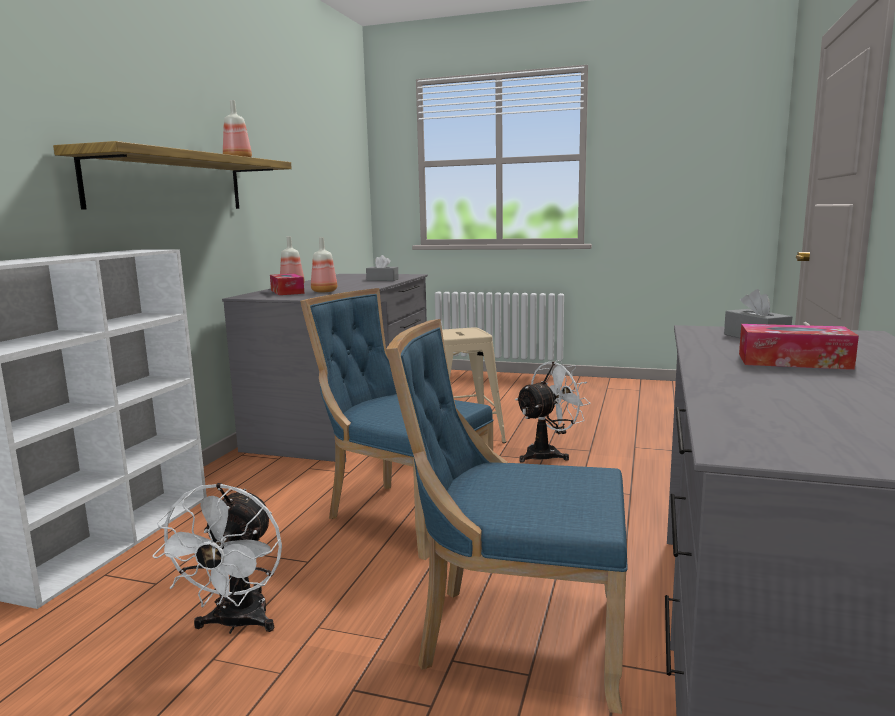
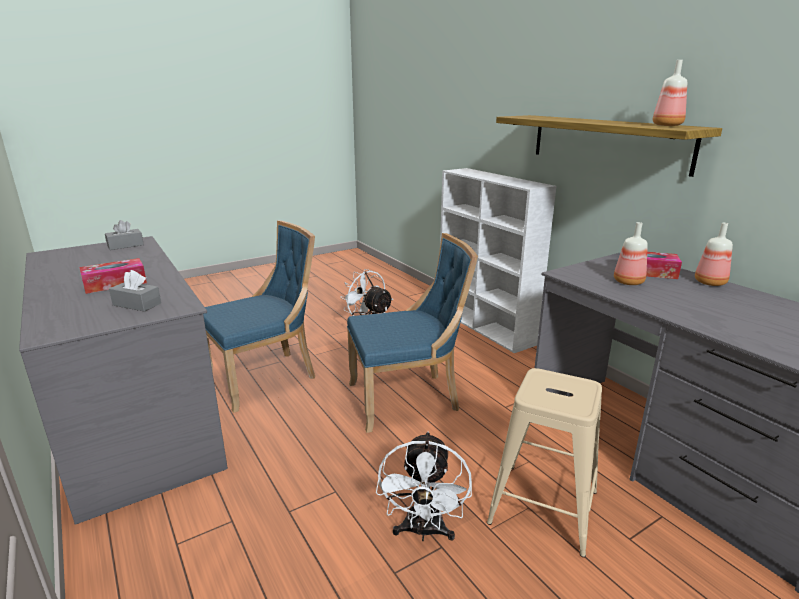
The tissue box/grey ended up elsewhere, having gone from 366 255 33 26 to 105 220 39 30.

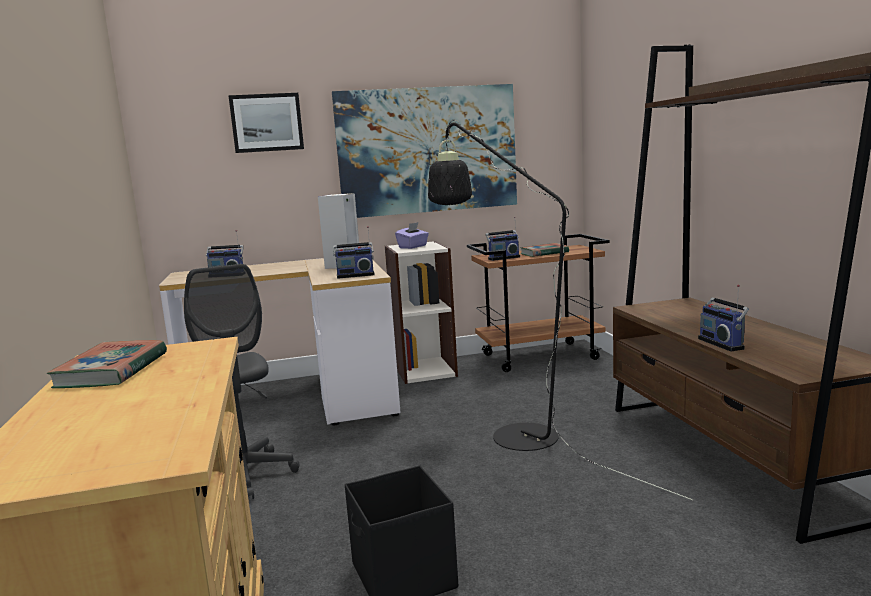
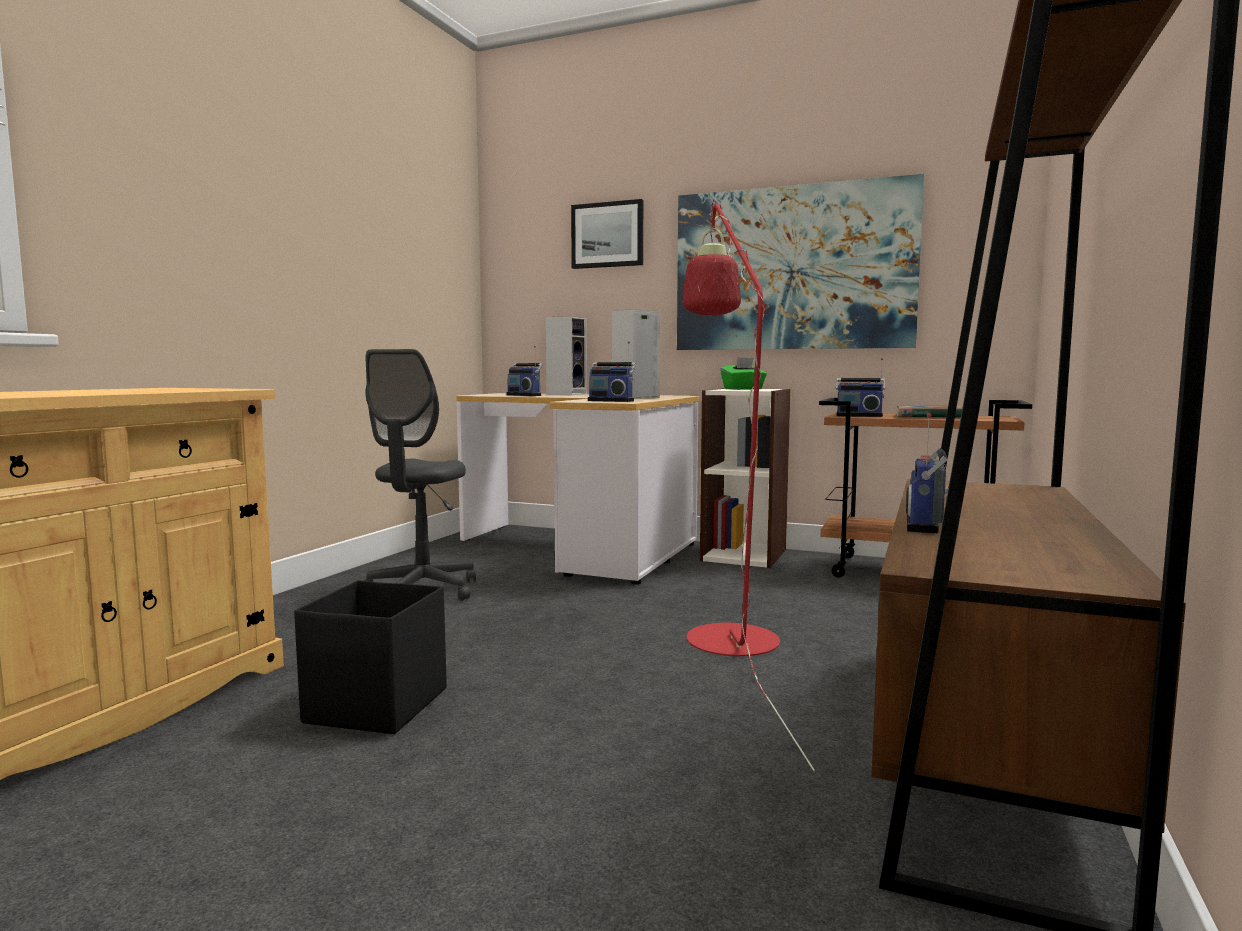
The second view lost the book at 47 340 120 48.
The second view gained the speaker at 546 316 41 79.
What was the tissue box/purple at 395 222 34 27 turned into the tissue box/green at 720 357 47 33.
What was the floor lamp/black at 428 120 265 380 turned into the floor lamp/red at 683 199 132 572.

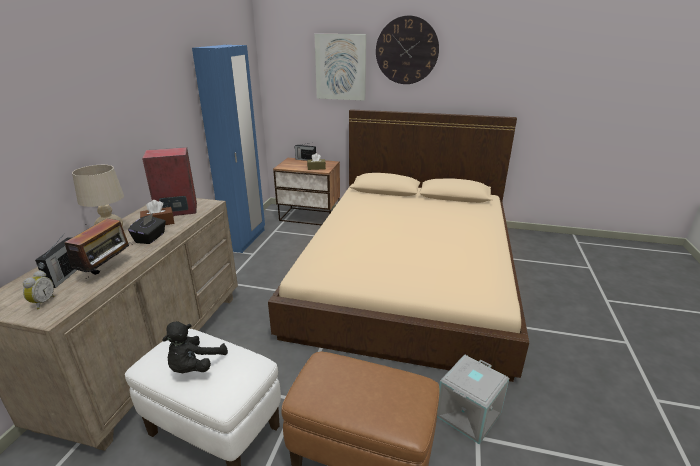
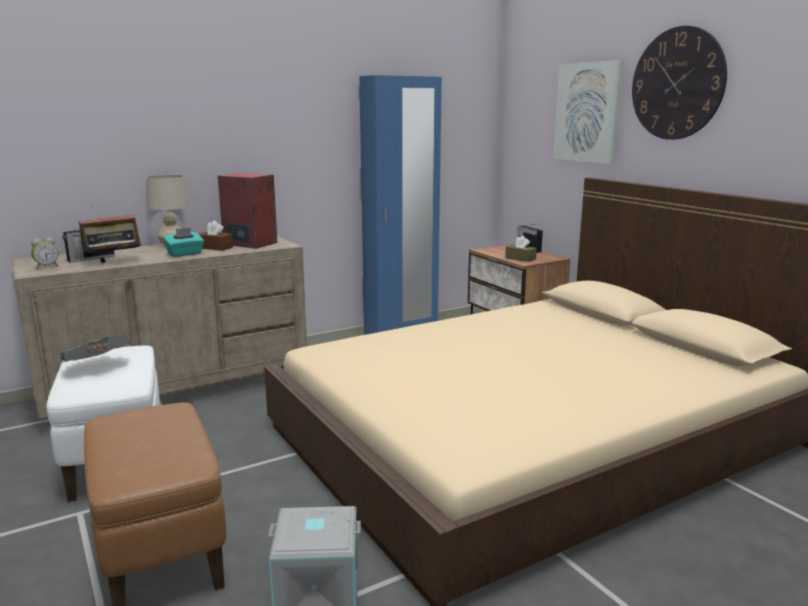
Where the plush toy/black stood at 162 321 66 52, the newspaper came to stand at 59 336 71 26.
What was the tissue box/black at 128 213 38 31 turned into the tissue box/turquoise at 163 228 41 29.

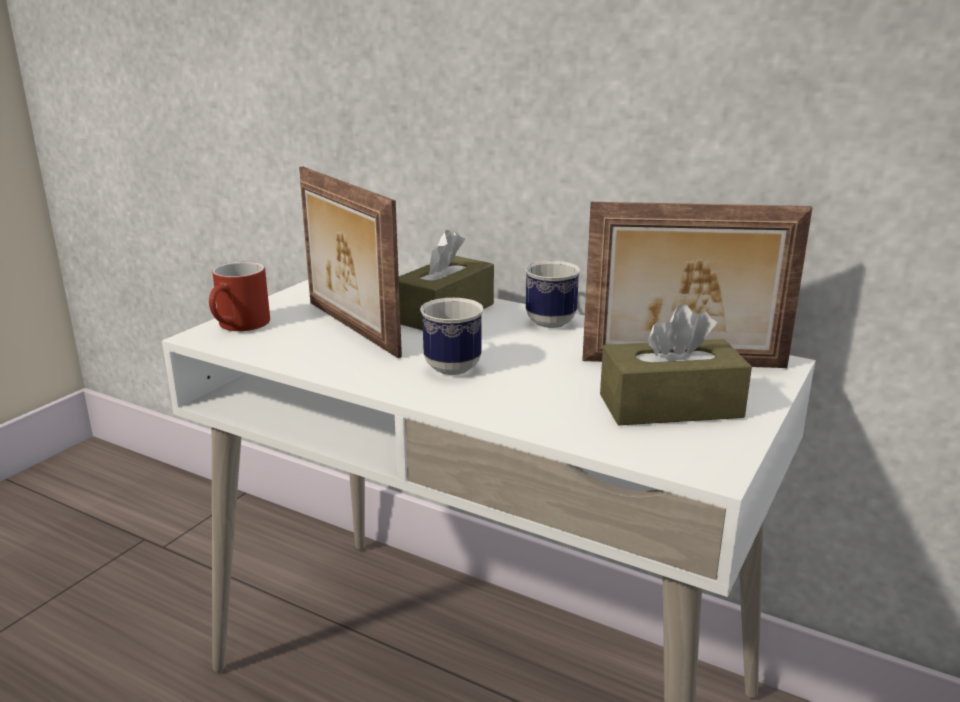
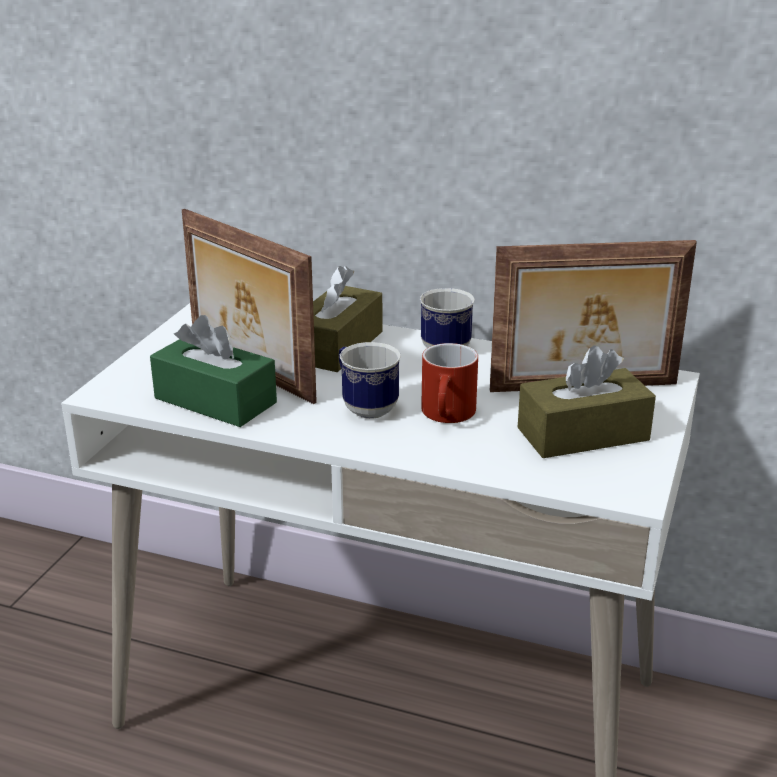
The second view gained the tissue box/green at 150 315 127 112.
The mug/red ended up elsewhere, having gone from 209 262 61 69 to 421 343 57 80.

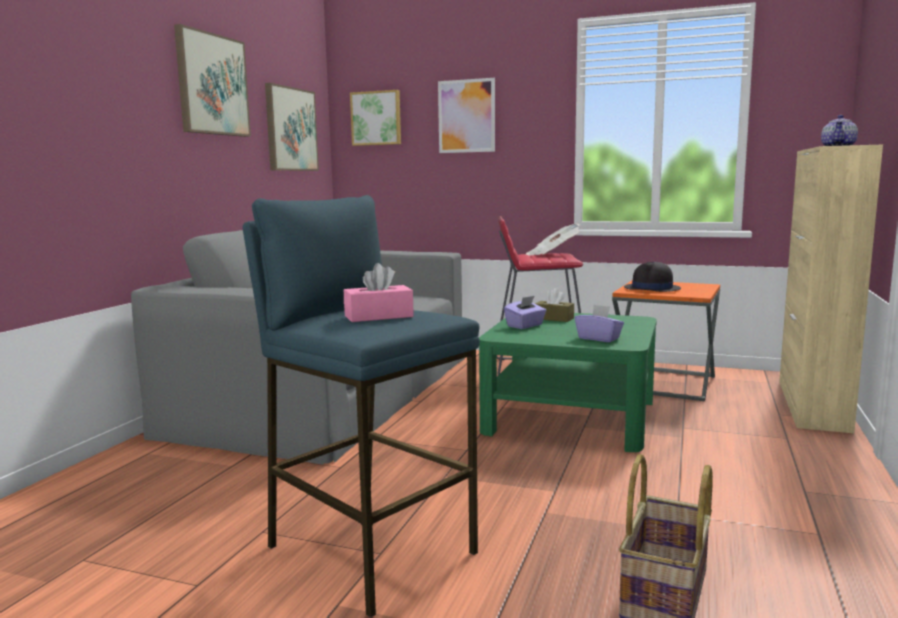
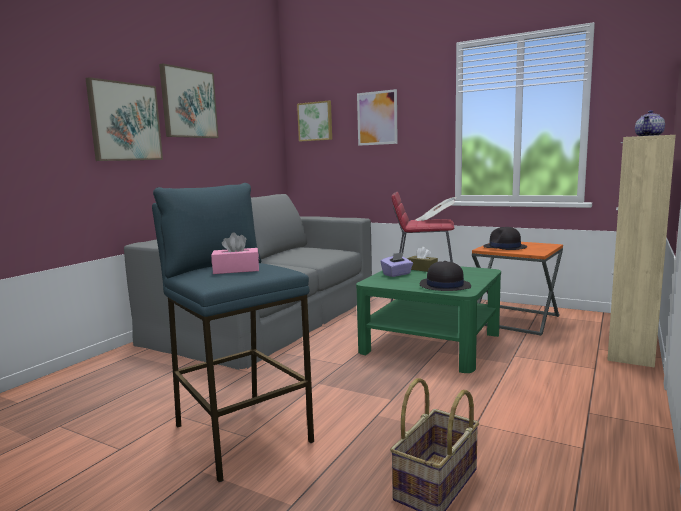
The picture ended up elsewhere, having gone from 265 83 54 88 to 85 77 78 84.
Where the tissue box/purple stood at 575 305 49 37, the hat/black came to stand at 420 261 51 30.

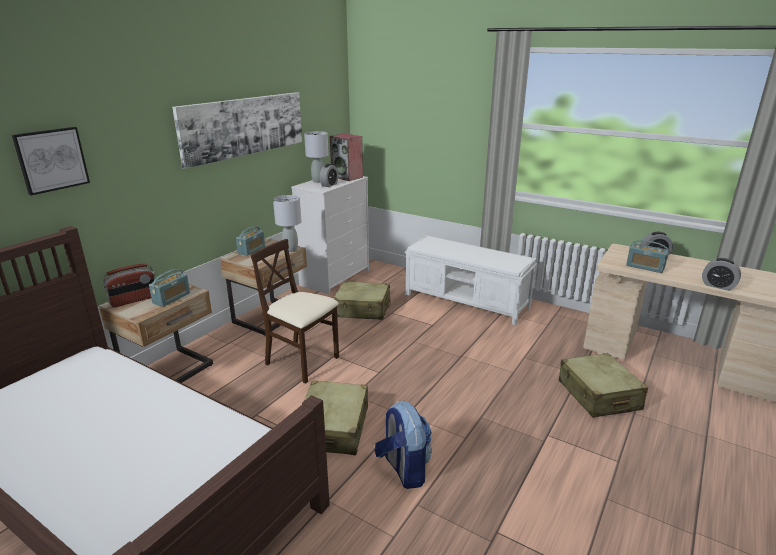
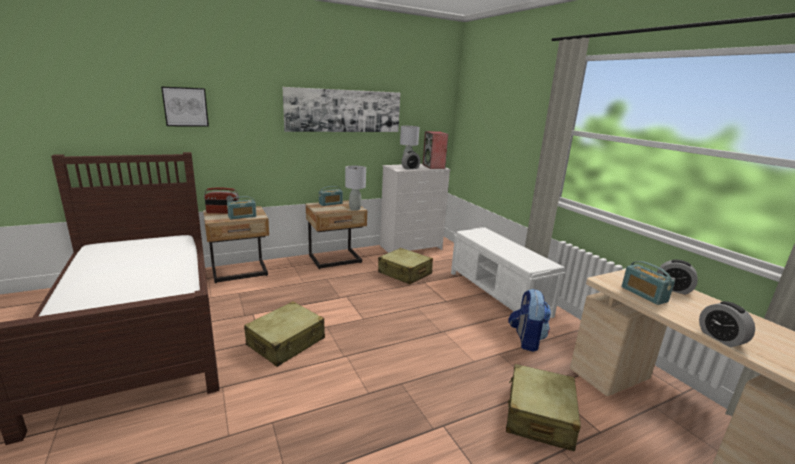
The second view lost the chair/beige at 250 239 89 145.
The backpack ended up elsewhere, having gone from 375 401 57 88 to 508 289 43 63.

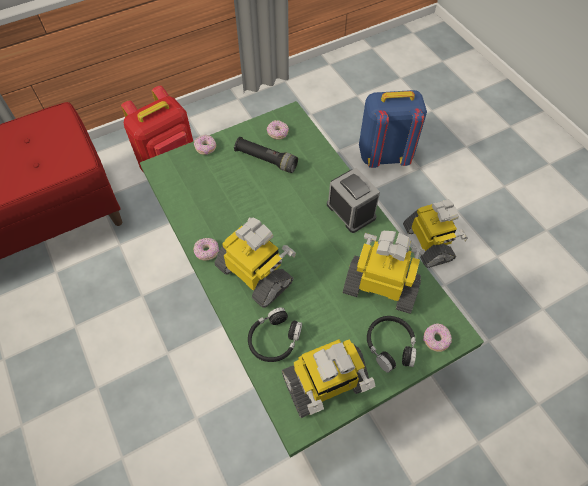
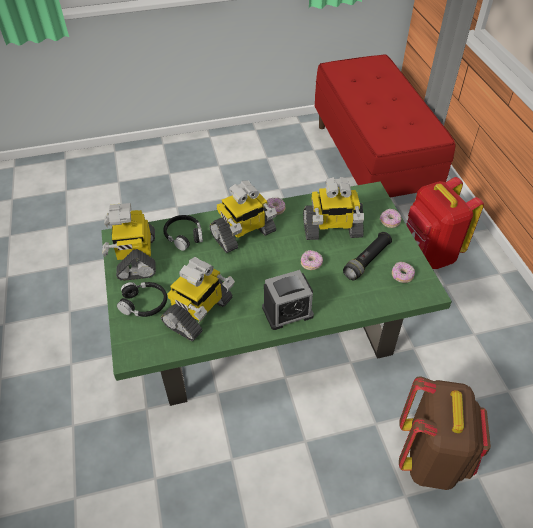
The toy robot ended up elsewhere, having gone from 403 199 65 69 to 303 177 61 63.
The donut ended up elsewhere, having gone from 423 323 29 29 to 301 250 22 20.
What was the backpack/blue at 359 90 68 78 turned into the backpack/brown at 399 376 92 114.

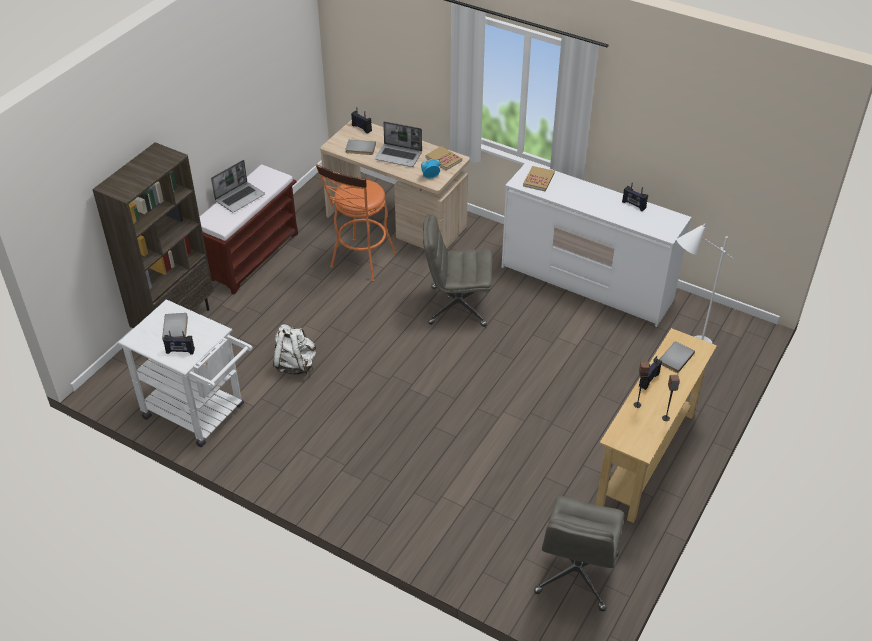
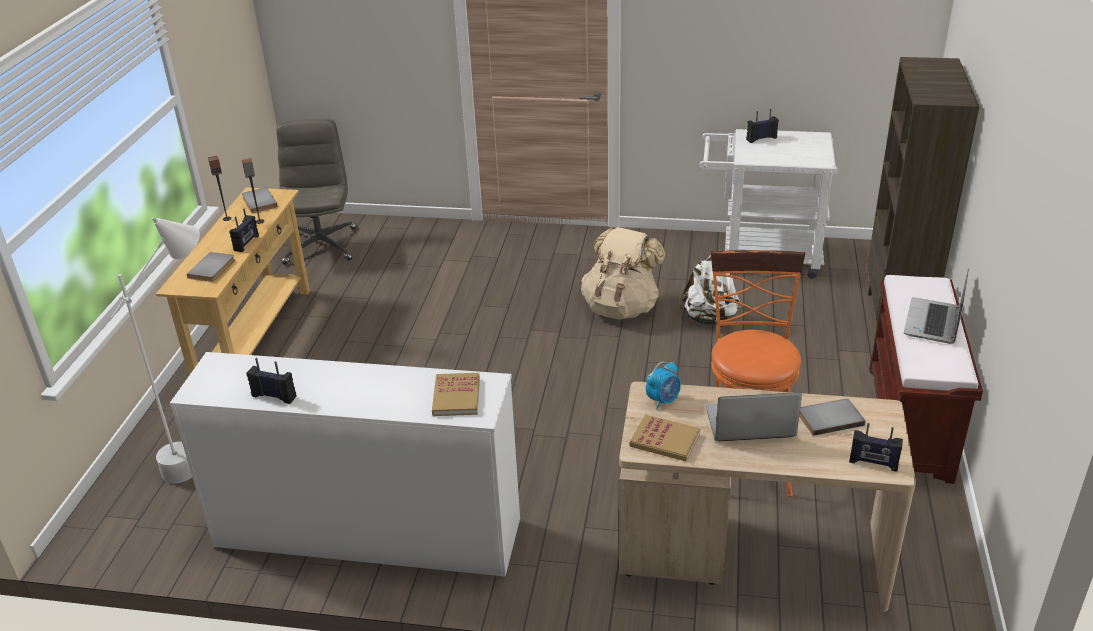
The second view lost the office chair/grey at 423 214 70 113.
The second view gained the backpack/beige at 581 227 84 93.
The book/grey ended up elsewhere, having gone from 162 313 26 26 to 242 187 36 26.

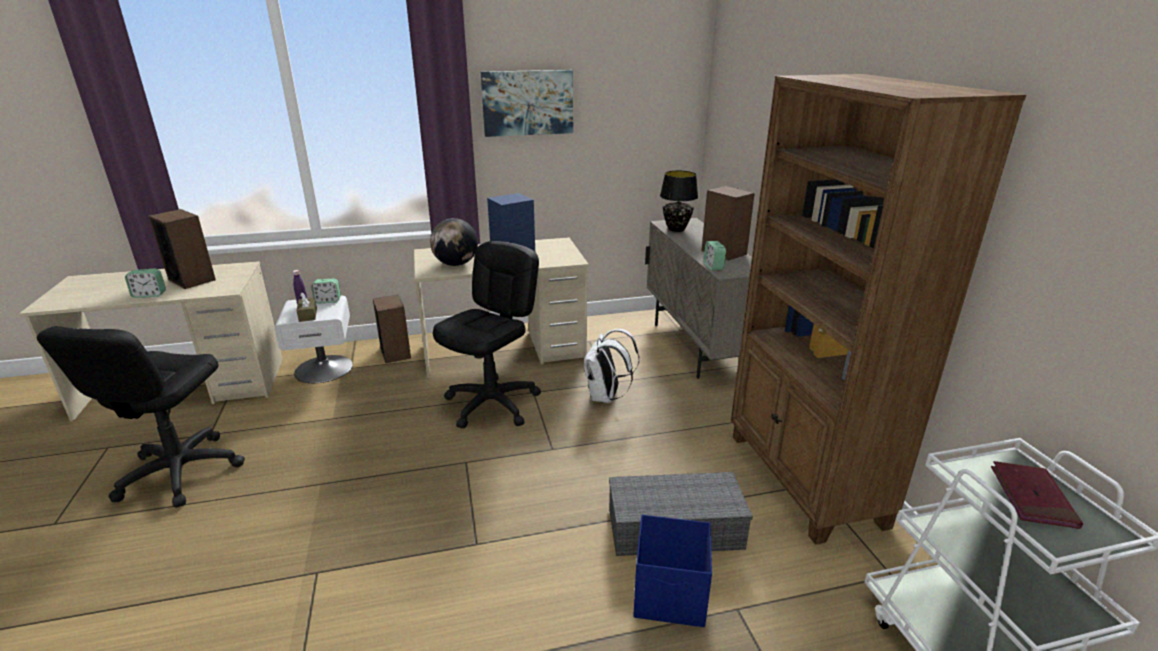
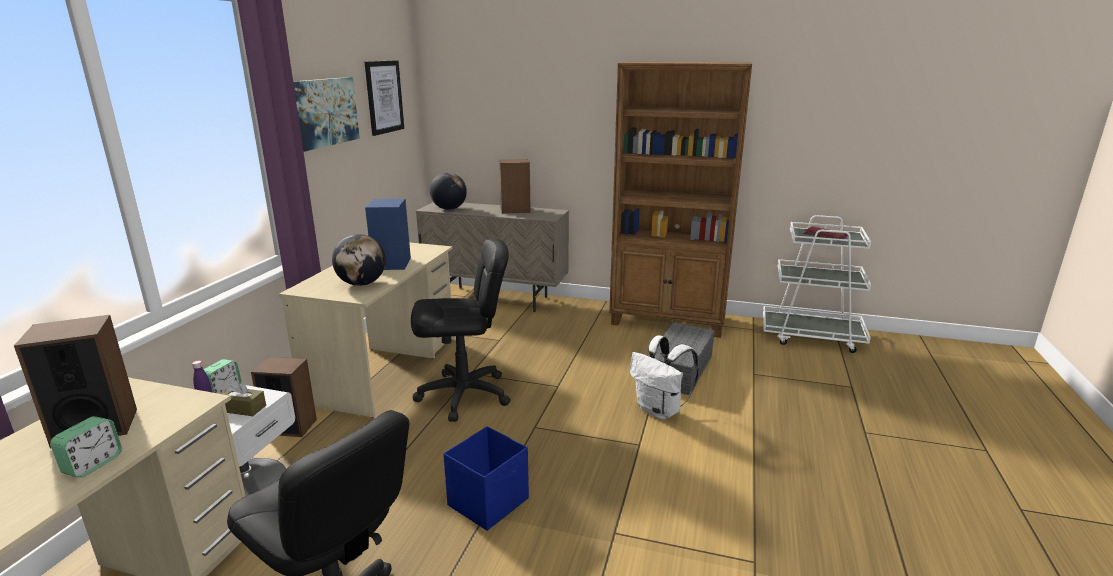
The second view lost the alarm clock at 703 241 23 30.
The second view gained the picture at 365 60 39 76.
The backpack/white ended up elsewhere, having gone from 584 329 55 74 to 630 335 69 85.
The storage box/blue ended up elsewhere, having gone from 633 515 79 112 to 443 426 86 105.
Where the table lamp/black stood at 660 170 38 62, the globe came to stand at 430 172 37 38.
The office chair/black at 433 241 108 187 ended up facing another way, 105 degrees clockwise from before.

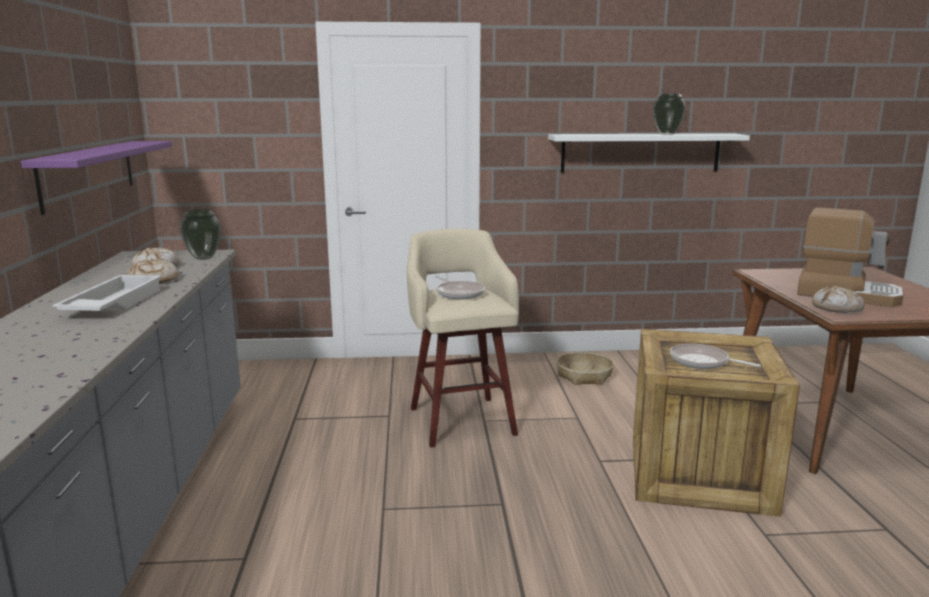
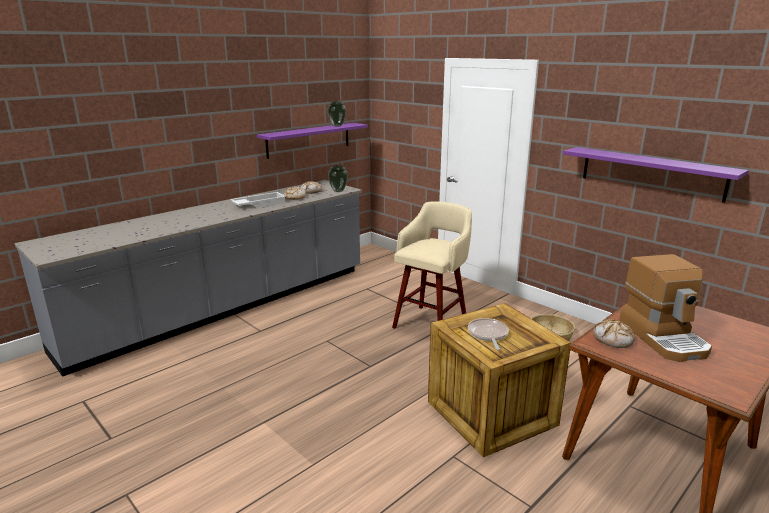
The second view lost the frying pan at 434 275 51 24.
The vase ended up elsewhere, having gone from 653 94 33 41 to 327 101 19 26.
What was the shelf/white at 548 133 202 40 turned into the shelf/purple at 563 147 186 56.

